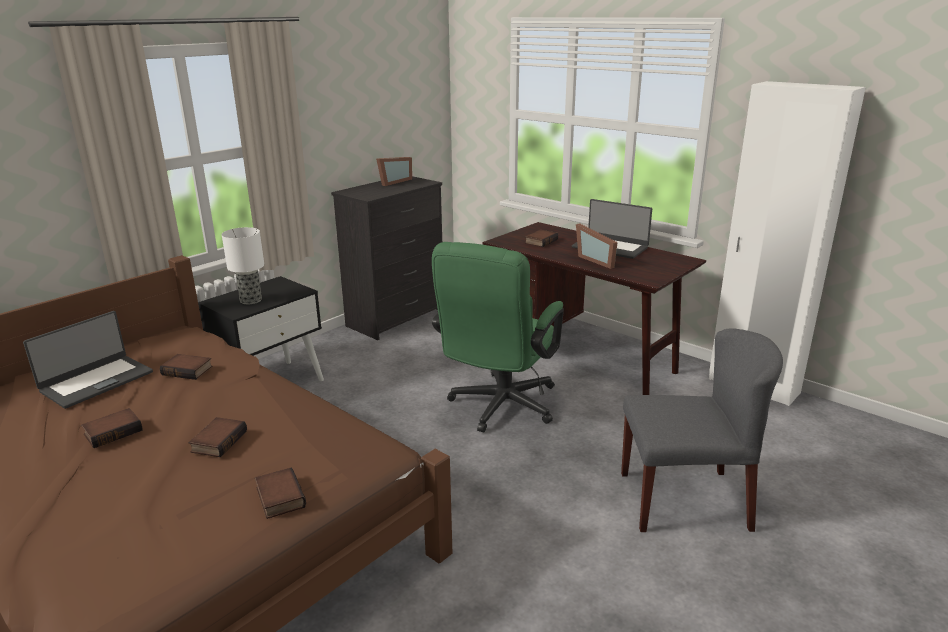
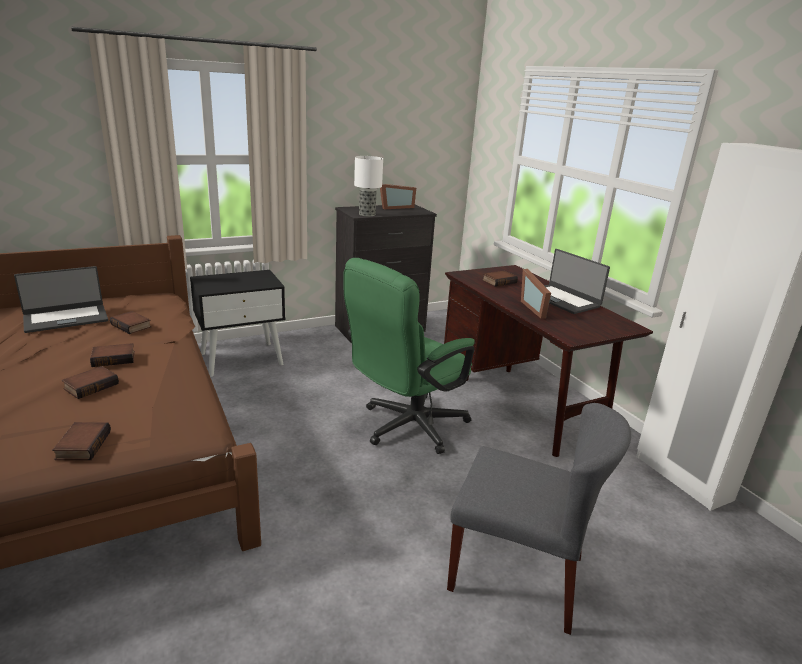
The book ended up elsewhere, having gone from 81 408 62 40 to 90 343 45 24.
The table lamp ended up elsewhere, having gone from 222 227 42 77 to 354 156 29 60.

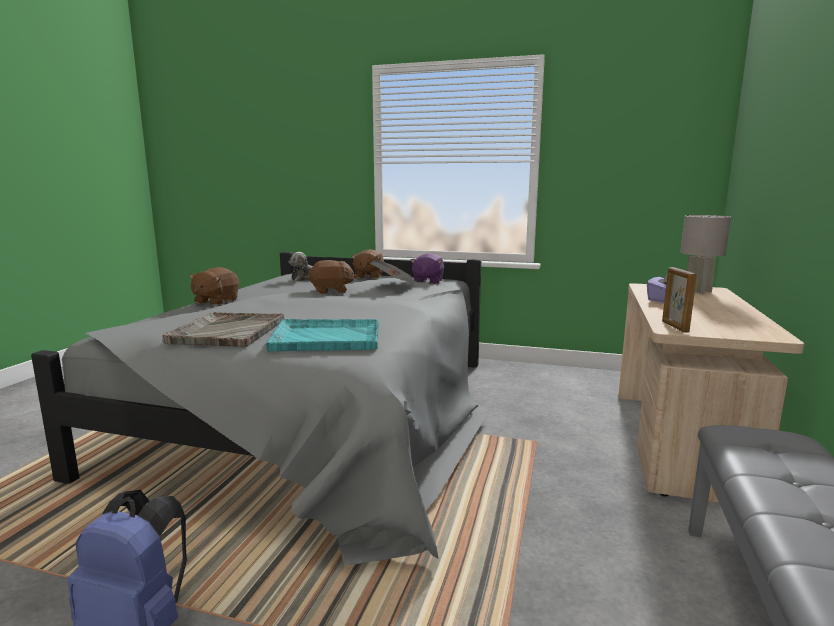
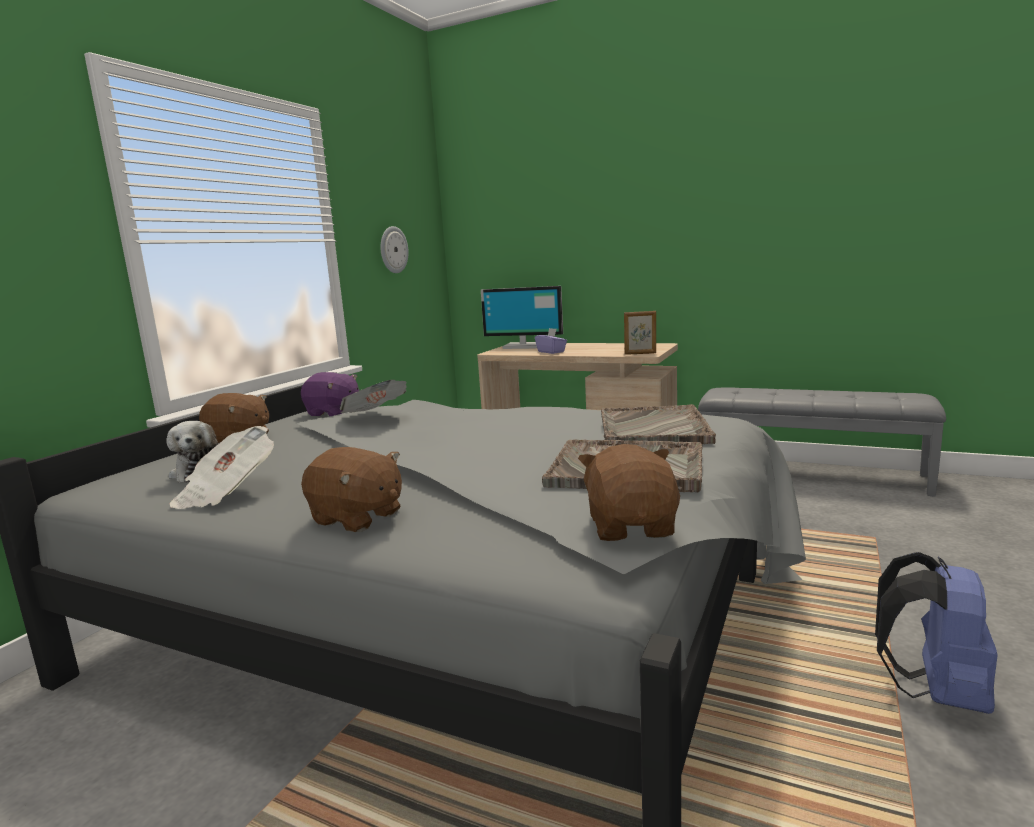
The second view gained the newspaper at 170 426 104 83.
The second view gained the wall clock at 381 226 28 47.
The plush toy/brown ended up elsewhere, having gone from 309 260 48 34 to 578 444 102 97.
Where the table lamp/grey stood at 680 215 51 79, the monitor came to stand at 481 286 82 63.
What was the tray/turquoise at 265 319 114 33 turned into the tray/grey at 601 404 115 40.

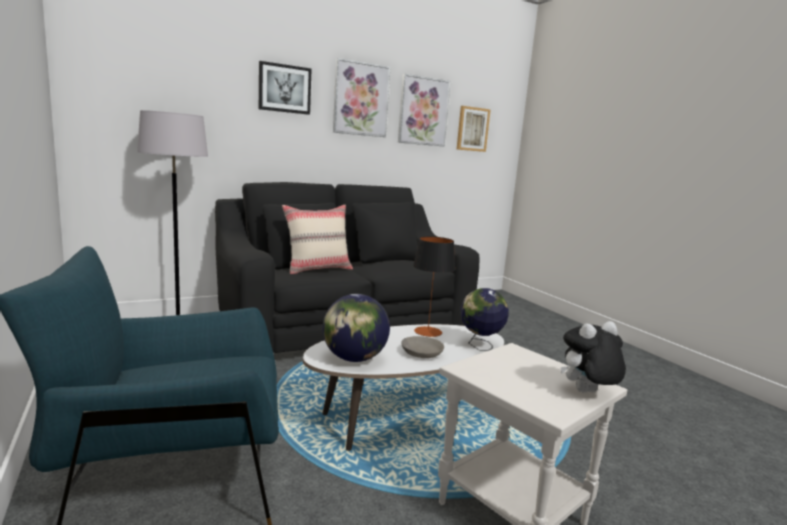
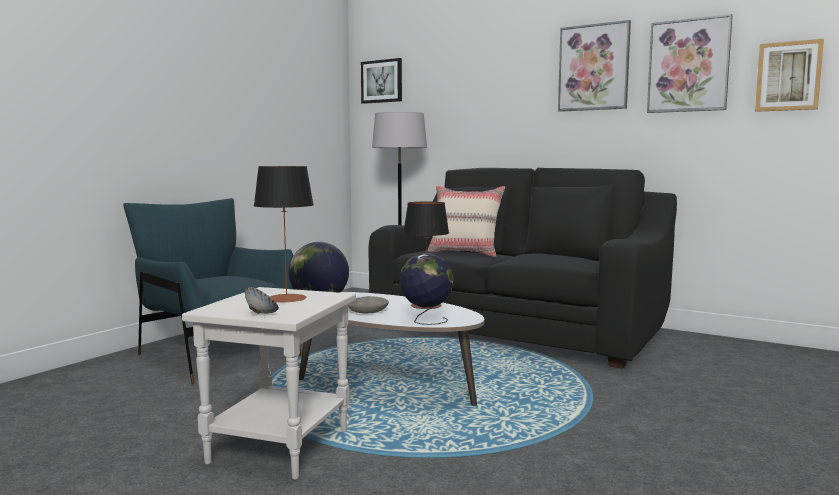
The second view gained the table lamp at 254 166 60 137.
The picture ended up elsewhere, having gone from 259 61 53 54 to 361 58 41 46.
Where the plush toy stood at 561 321 65 72, the bowl came to stand at 245 287 34 27.

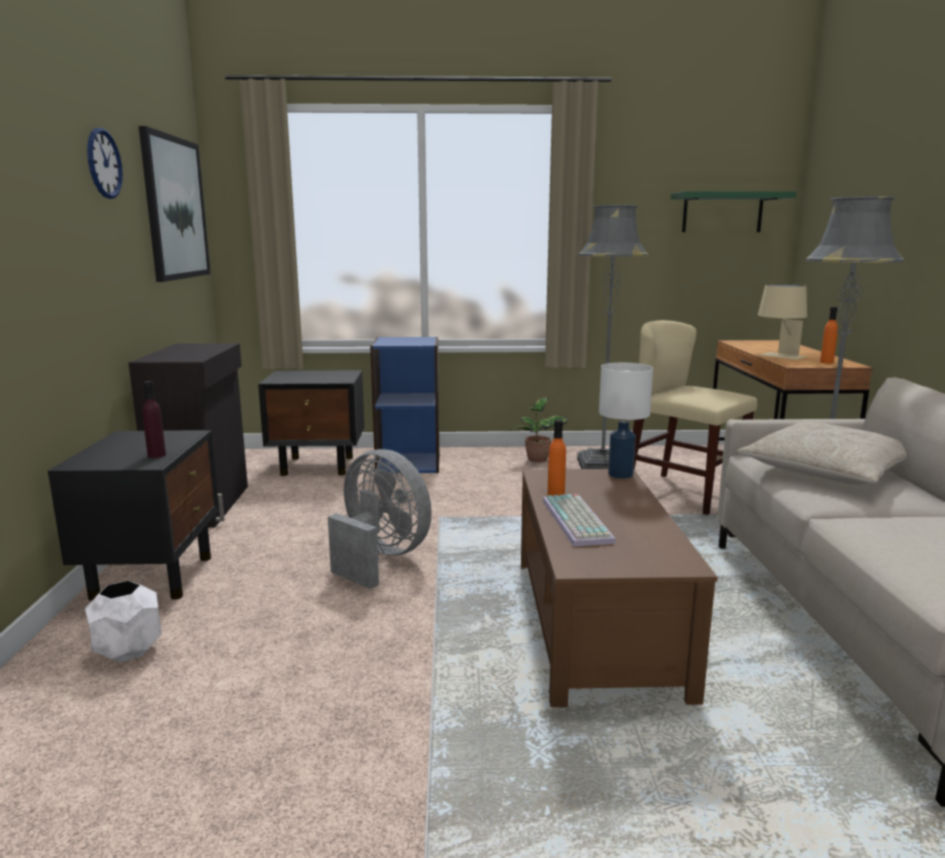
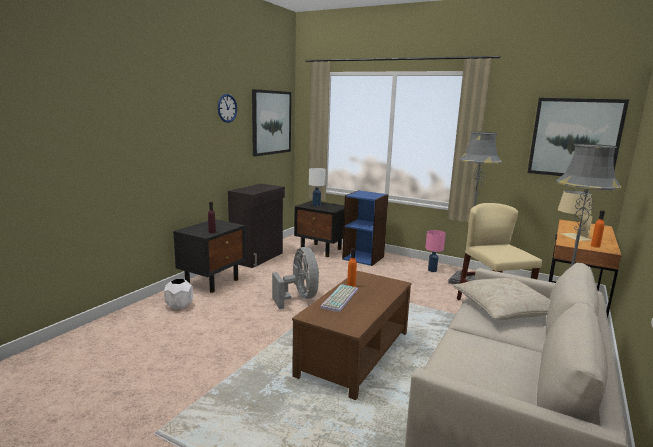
The table lamp/white ended up elsewhere, having gone from 599 363 54 116 to 309 168 17 38.
Where the potted plant stood at 510 397 58 65, the table lamp/pink came to stand at 425 230 21 42.
Where the shelf/green hung at 671 191 125 41, the picture came to hang at 527 98 102 78.

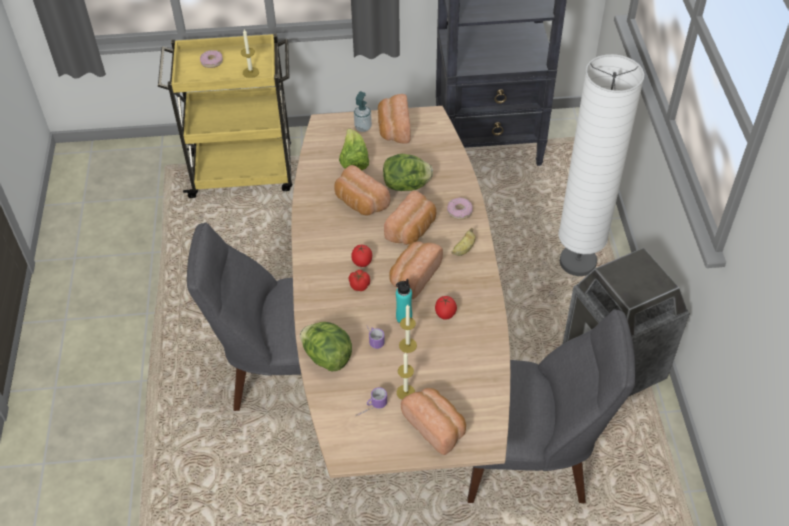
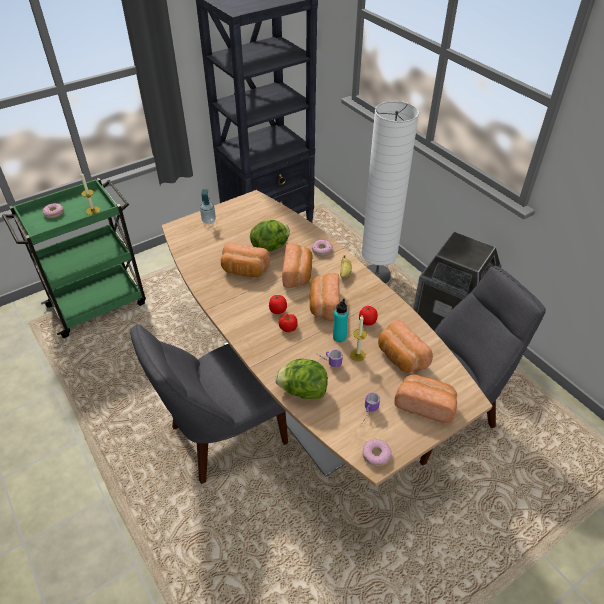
The second view lost the lettuce at 339 129 30 41.
The second view lost the candle at 397 352 18 48.
The second view gained the donut at 362 439 30 28.
The bread ended up elsewhere, having gone from 378 94 33 50 to 378 320 55 52.
What was the cart/yellow at 158 33 134 165 turned into the cart/green at 2 178 144 160.

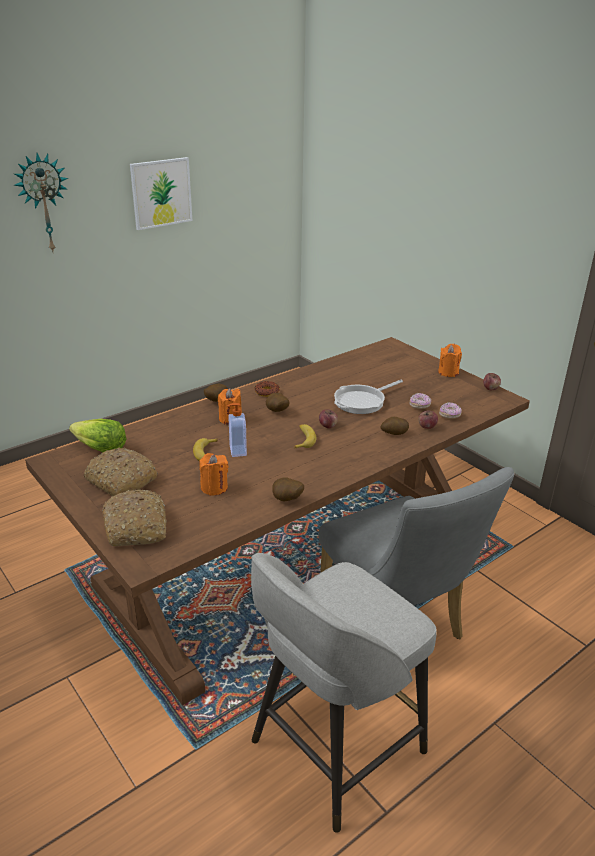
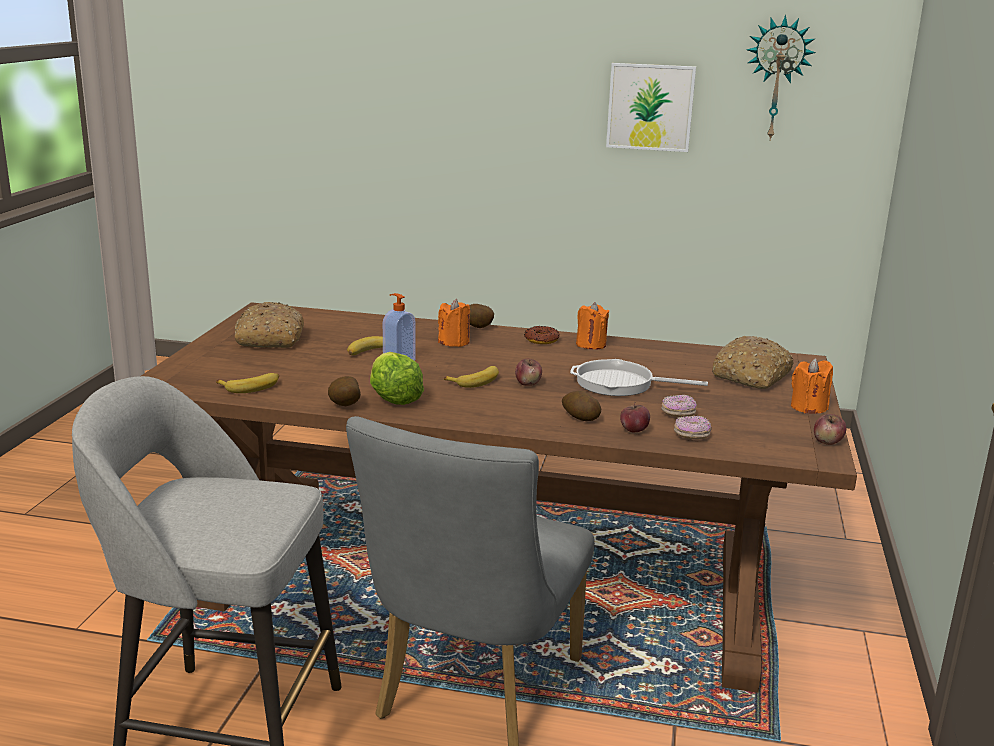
The second view lost the potato at 266 393 23 19.
The second view gained the banana at 216 373 63 20.
The wall clock ended up elsewhere, having gone from 14 153 54 99 to 746 15 70 124.
The lettuce ended up elsewhere, having gone from 69 419 57 33 to 370 352 54 53.
The bread ended up elsewhere, having gone from 102 490 65 56 to 712 336 82 53.
The candle/orange ended up elsewhere, having gone from 199 453 29 43 to 576 302 33 47.

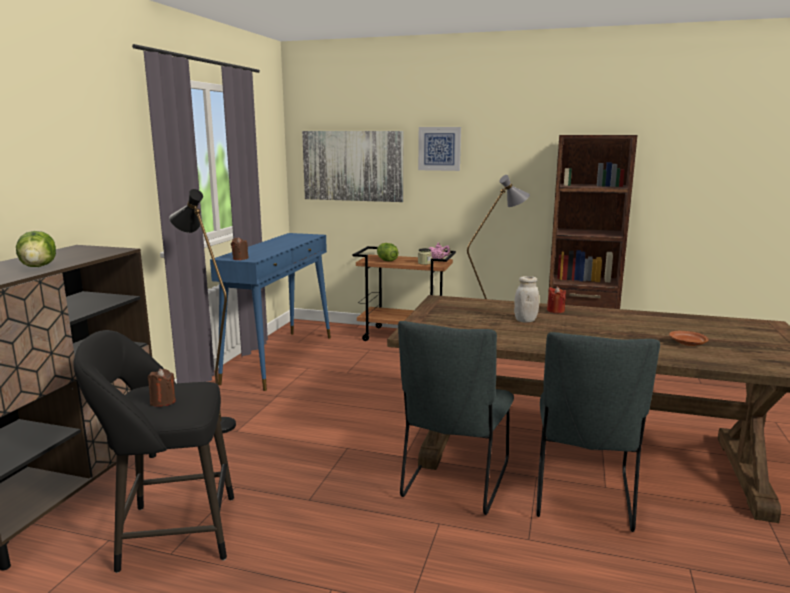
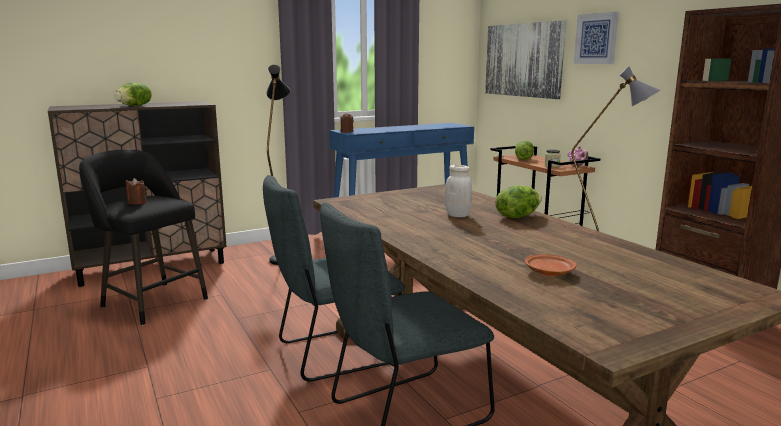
Where the candle/red stood at 547 287 19 26, the lettuce came to stand at 495 186 47 32.

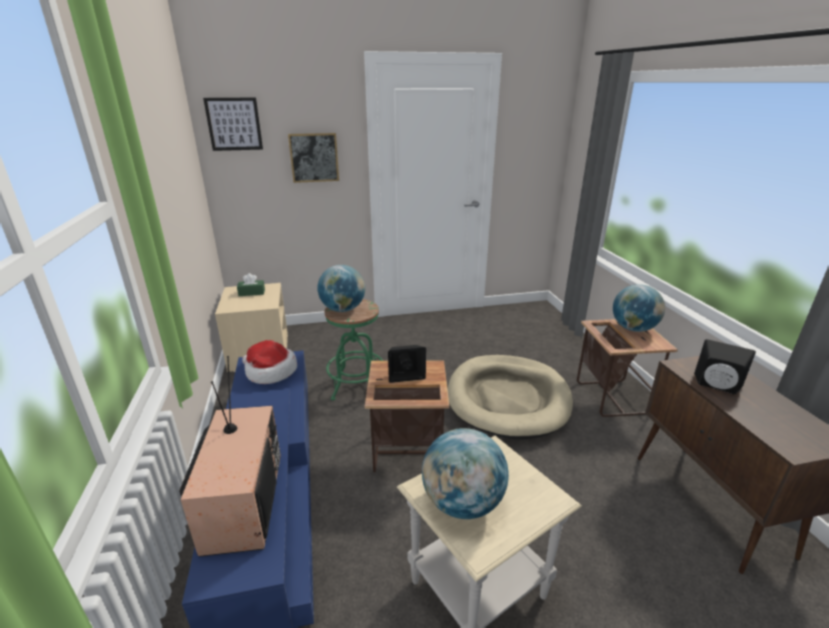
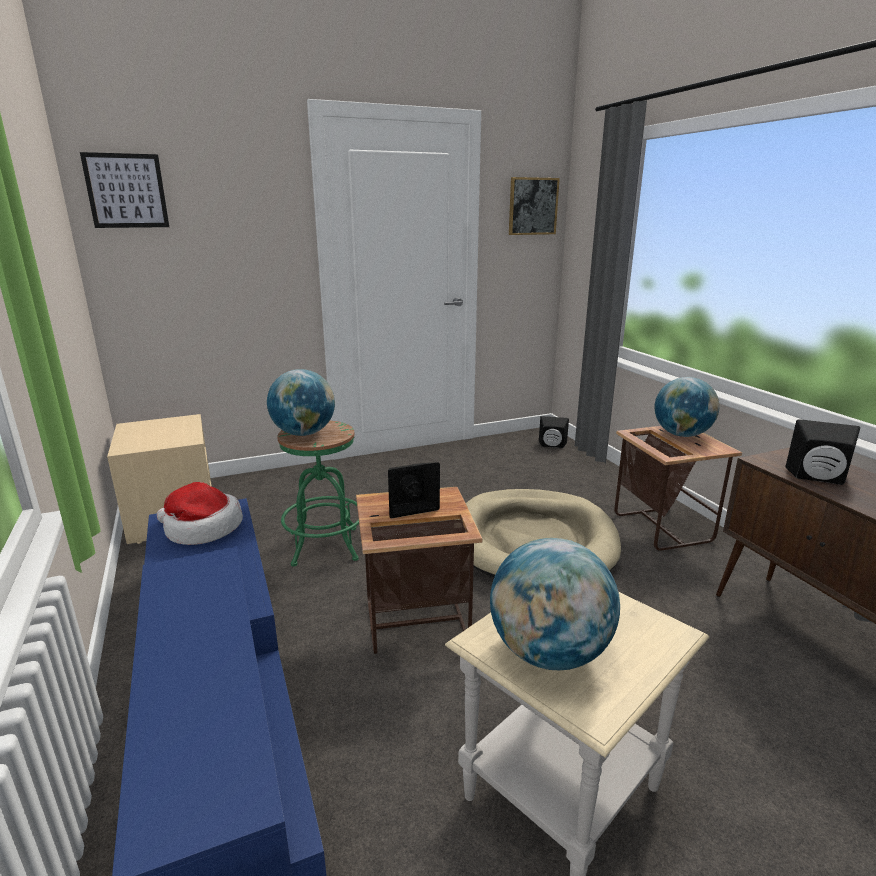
The second view lost the television at 179 356 102 201.
The second view lost the tissue box/green at 237 273 28 23.
The second view gained the speaker/black at 539 416 30 32.
The picture ended up elsewhere, having gone from 288 133 51 50 to 509 177 51 58.

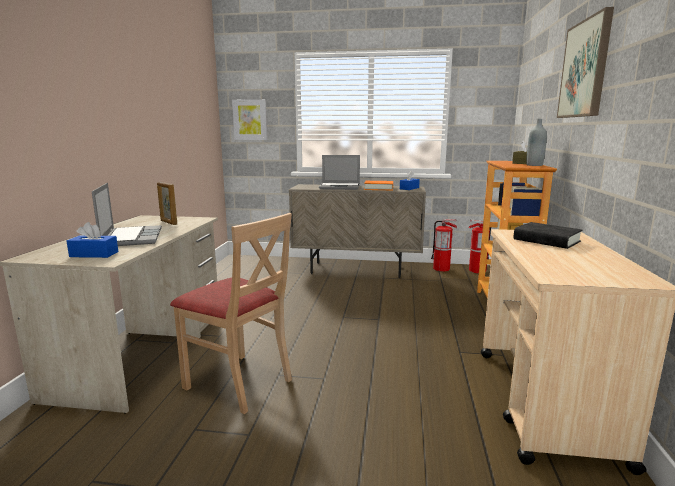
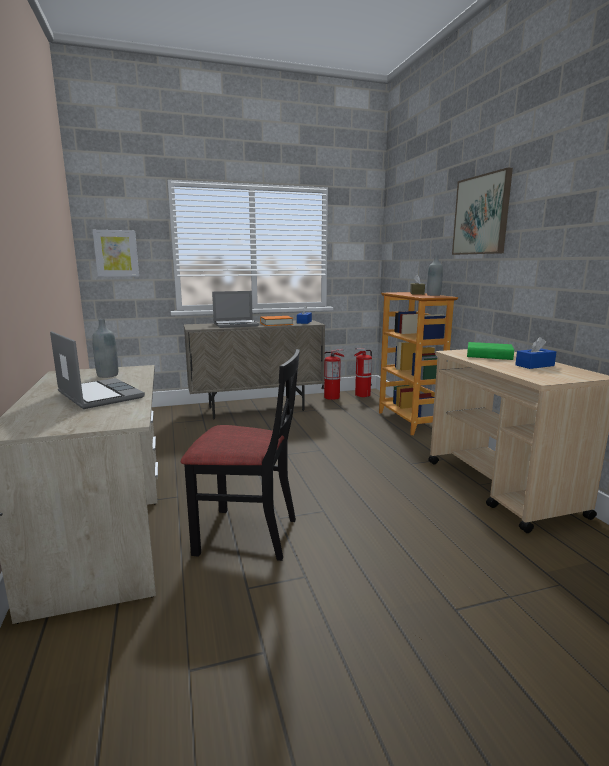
The tissue box/blue ended up elsewhere, having gone from 67 222 51 36 to 515 337 41 32.
Where the picture frame stood at 157 182 20 43, the bottle/grey came to stand at 92 319 26 59.
What was the chair/beige at 170 213 122 201 turned into the chair/black at 181 349 119 212.
What was the book/black at 513 222 69 27 turned into the book/green at 467 342 47 18.

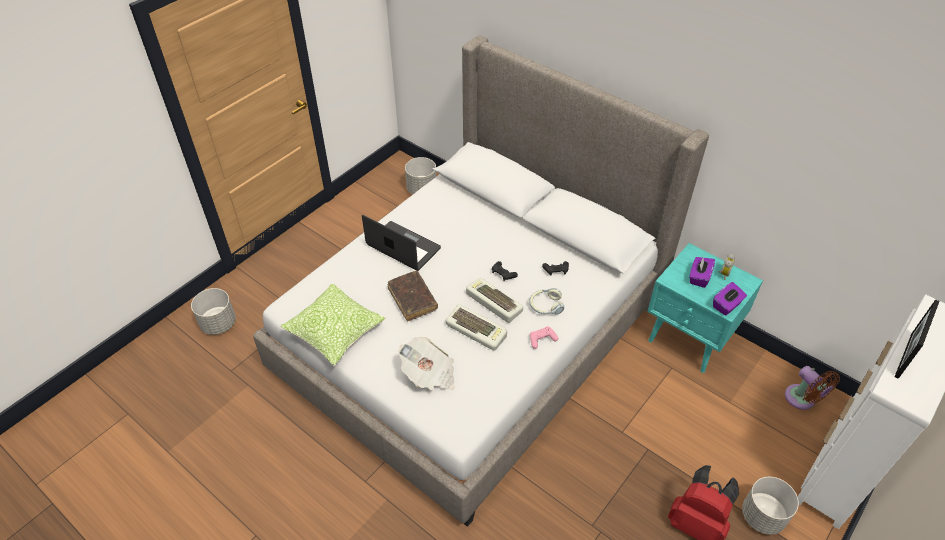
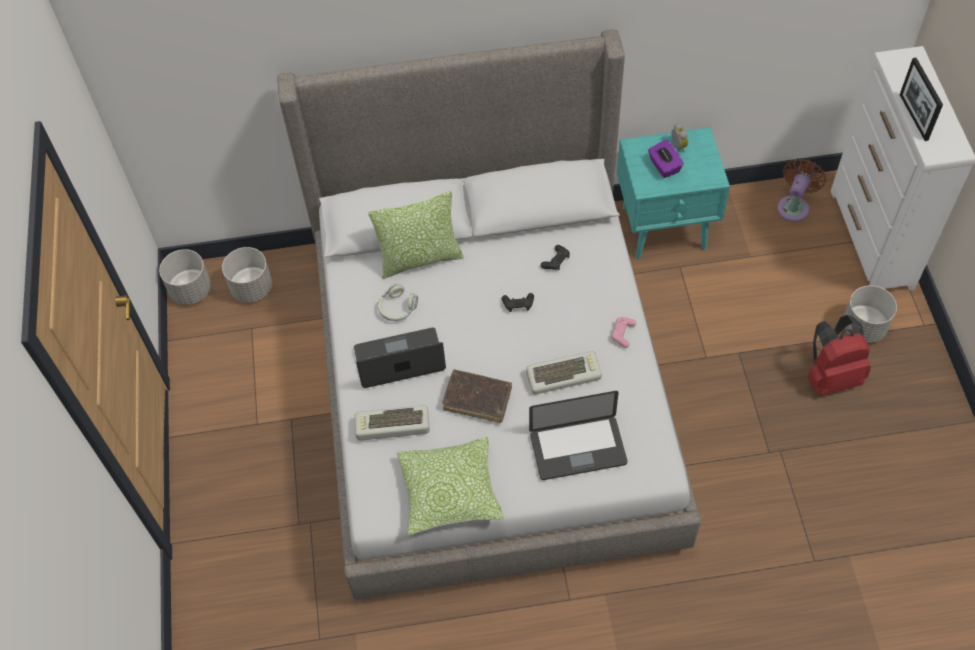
The second view lost the tissue box/purple at 713 282 34 33.
The second view gained the pillow at 368 191 96 88.
The planter/grey ended up elsewhere, having gone from 191 288 45 47 to 159 249 52 56.
The keyboard ended up elsewhere, having gone from 466 278 57 45 to 355 405 75 36.
The headphones ended up elsewhere, having gone from 529 288 35 27 to 378 284 40 37.
Where the newspaper stood at 398 337 57 53, the laptop came to stand at 529 391 99 89.
The fan/brown at 785 366 55 44 ended up facing another way, 75 degrees counterclockwise from before.

